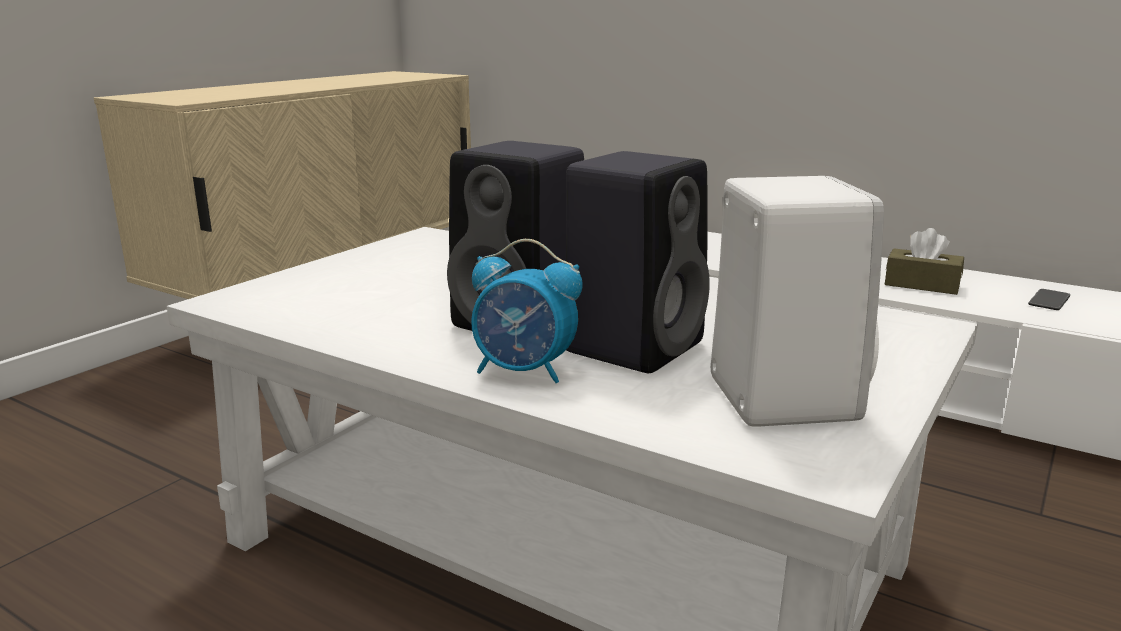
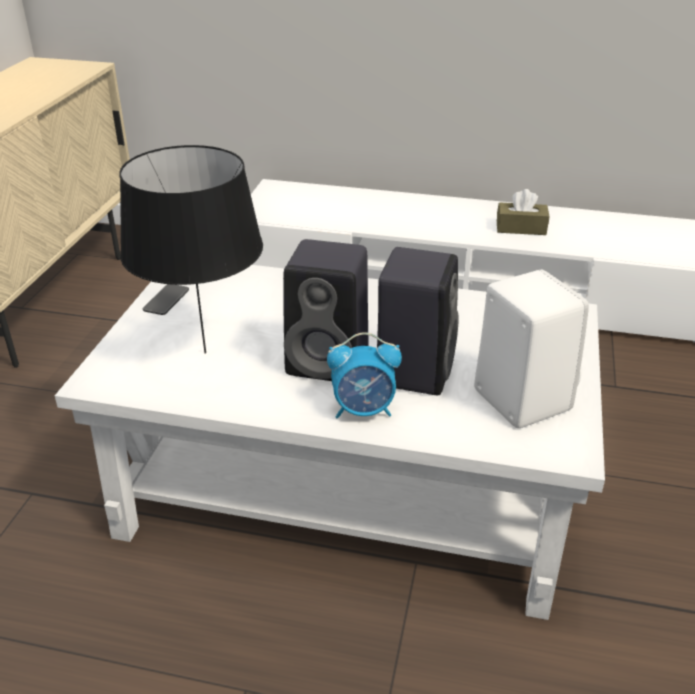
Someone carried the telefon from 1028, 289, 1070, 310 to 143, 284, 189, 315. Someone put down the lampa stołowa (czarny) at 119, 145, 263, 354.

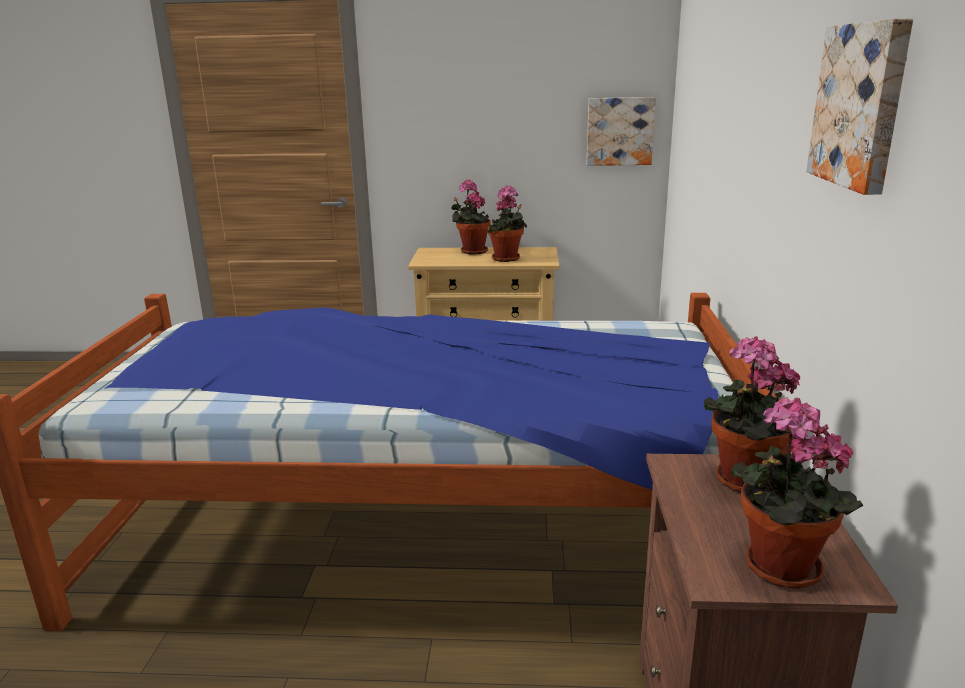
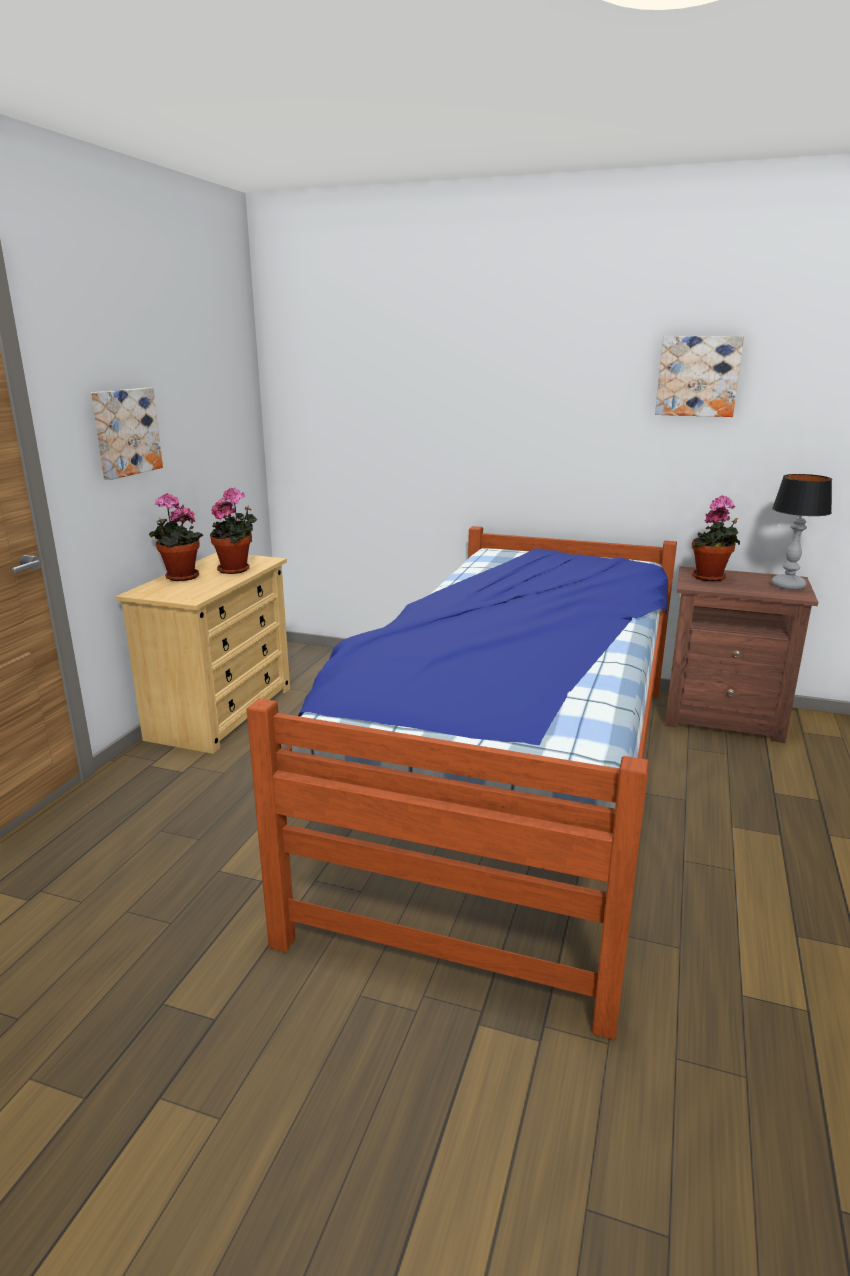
Someone carried the obraz from 587, 97, 656, 166 to 91, 388, 163, 480. Someone swapped the roślina doniczkowa at 731, 397, 863, 589 for the lampa stołowa at 771, 474, 832, 590.

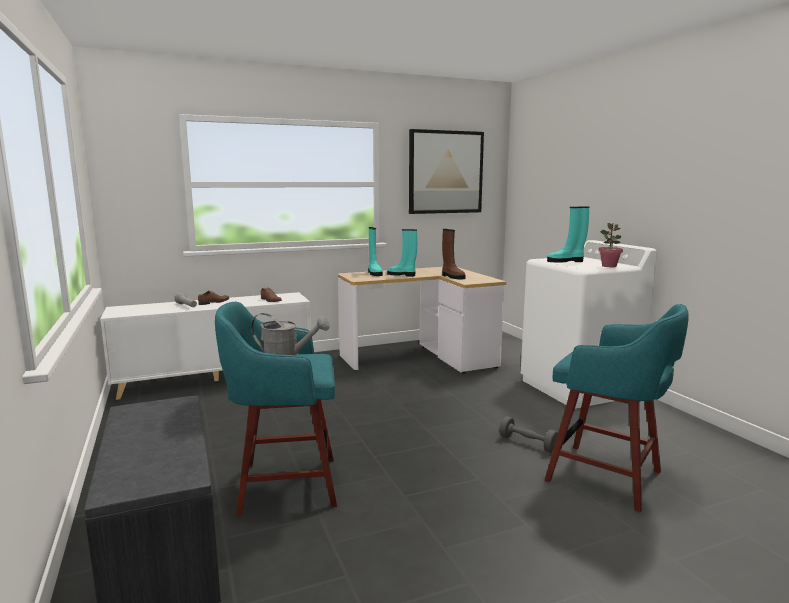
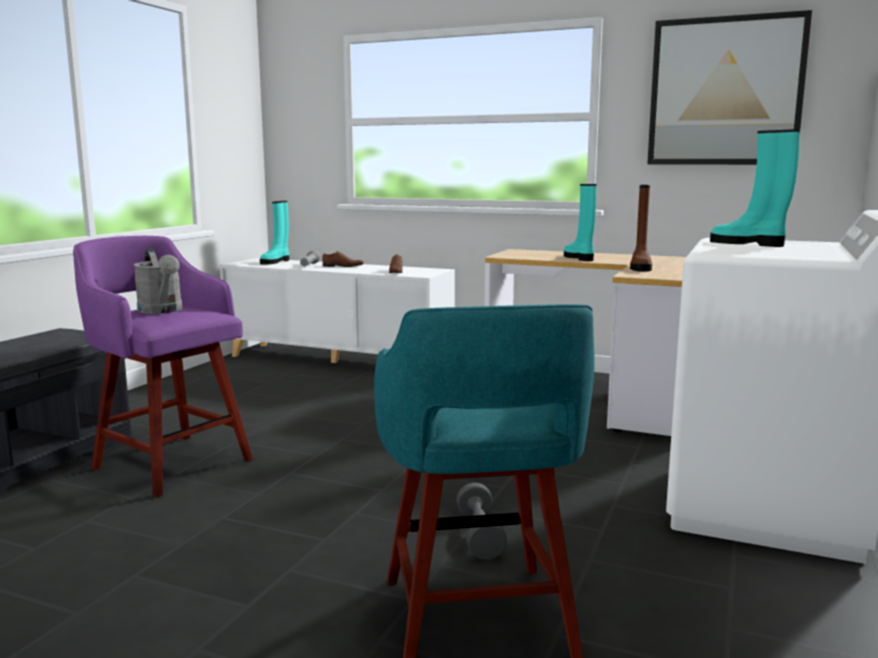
Someone took away the roślina doniczkowa at 599, 223, 623, 267. Someone carried the but z cholewką (turkusowy) from 368, 227, 383, 276 to 260, 201, 289, 265. Someone repainted the stołek (turkusowy) at 215, 302, 337, 515, which became the stołek (fioletowy) at 73, 236, 253, 498.

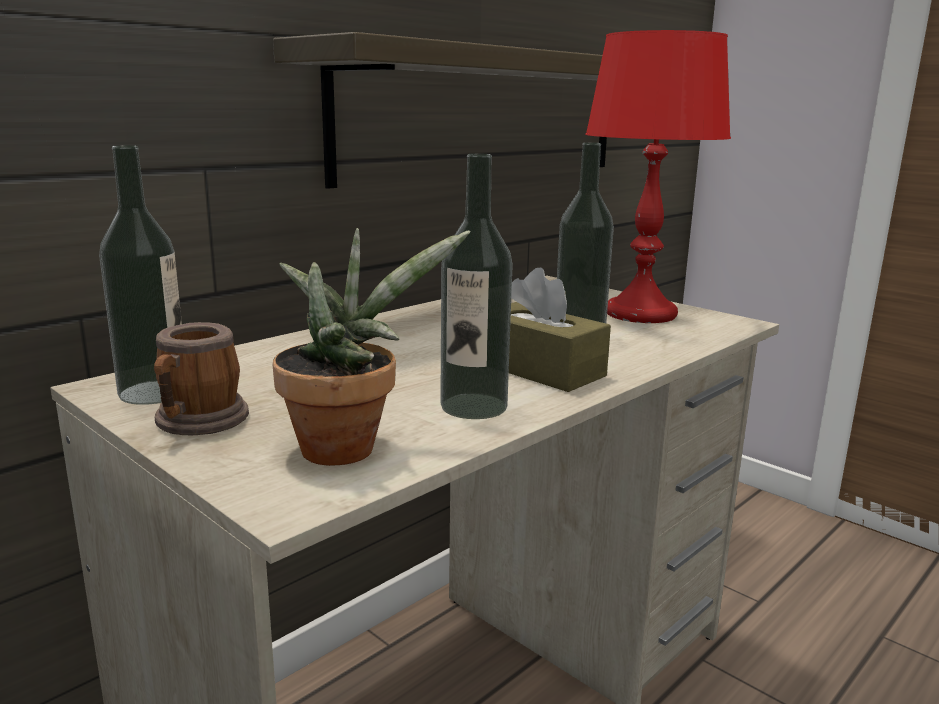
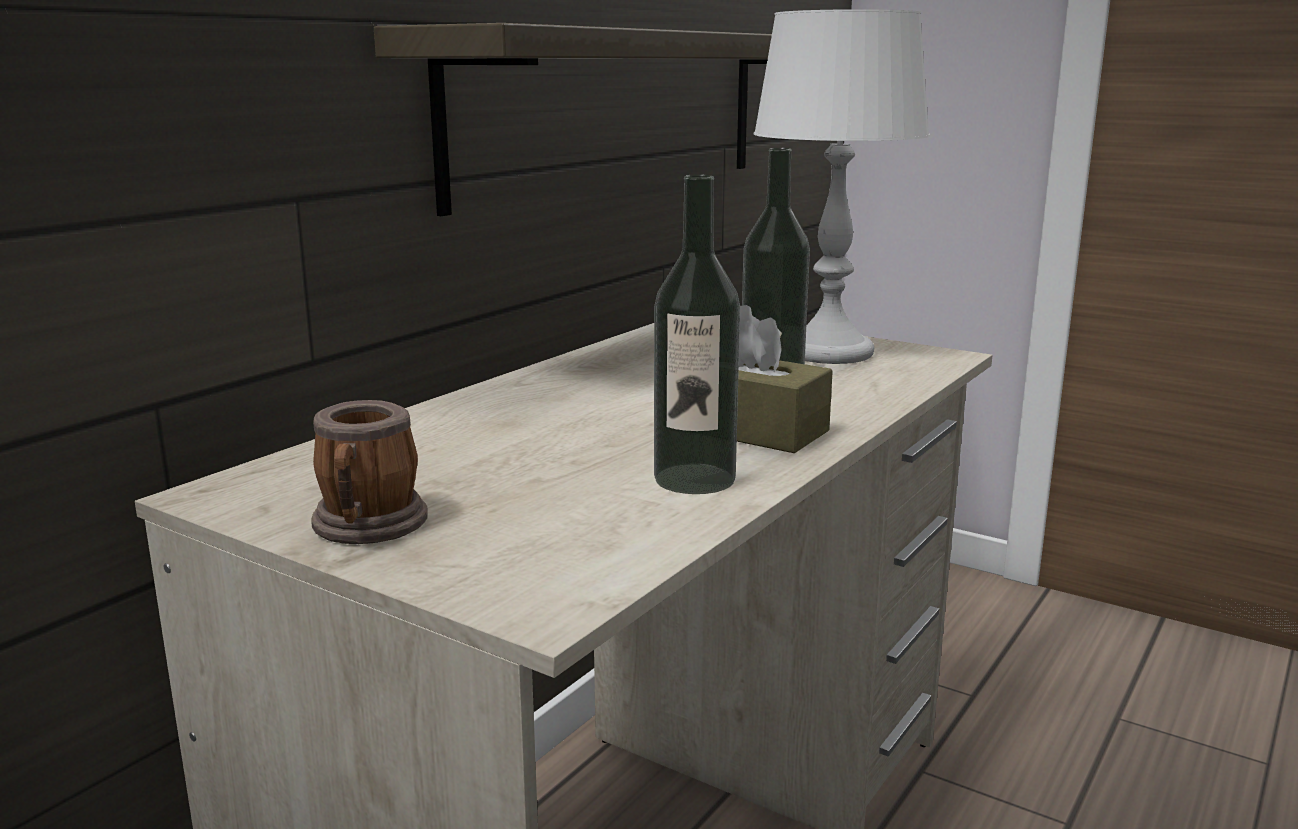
Someone repainted the lampa stołowa (czerwony) at 585, 30, 731, 323, which became the lampa stołowa (biały) at 754, 9, 930, 364. Someone took away the butelka at 99, 145, 182, 405. Someone took away the roślina doniczkowa at 272, 228, 470, 466.

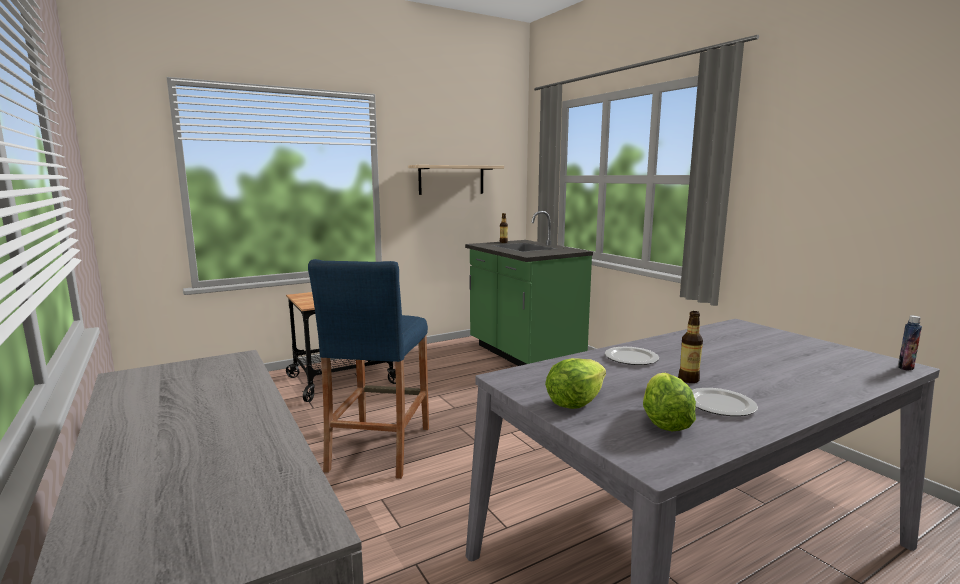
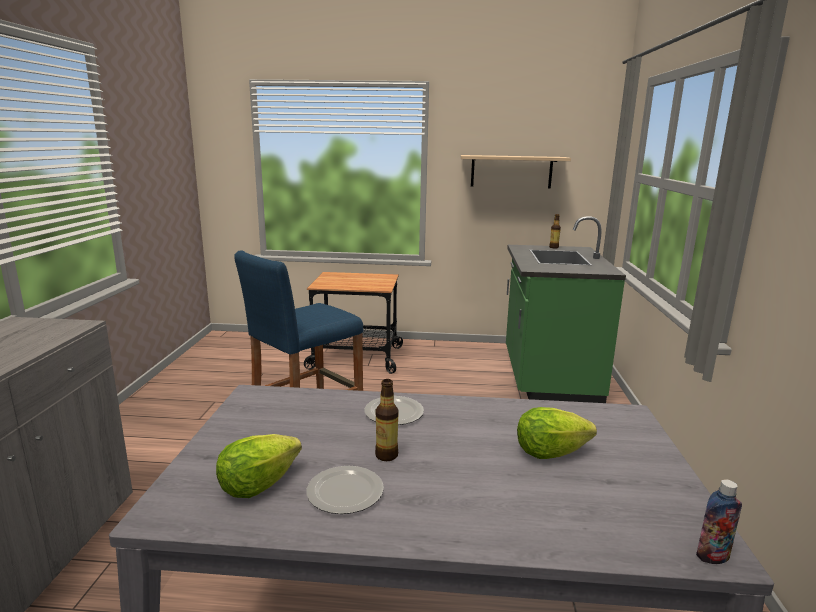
Someone carried the sałata from 545, 358, 606, 409 to 517, 407, 597, 459.

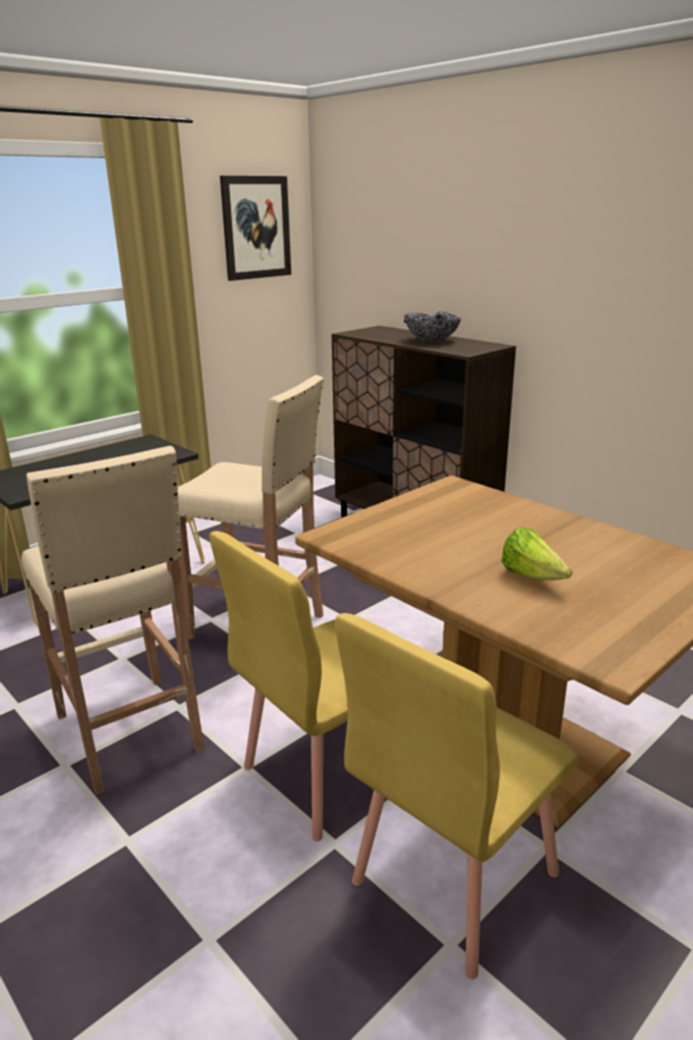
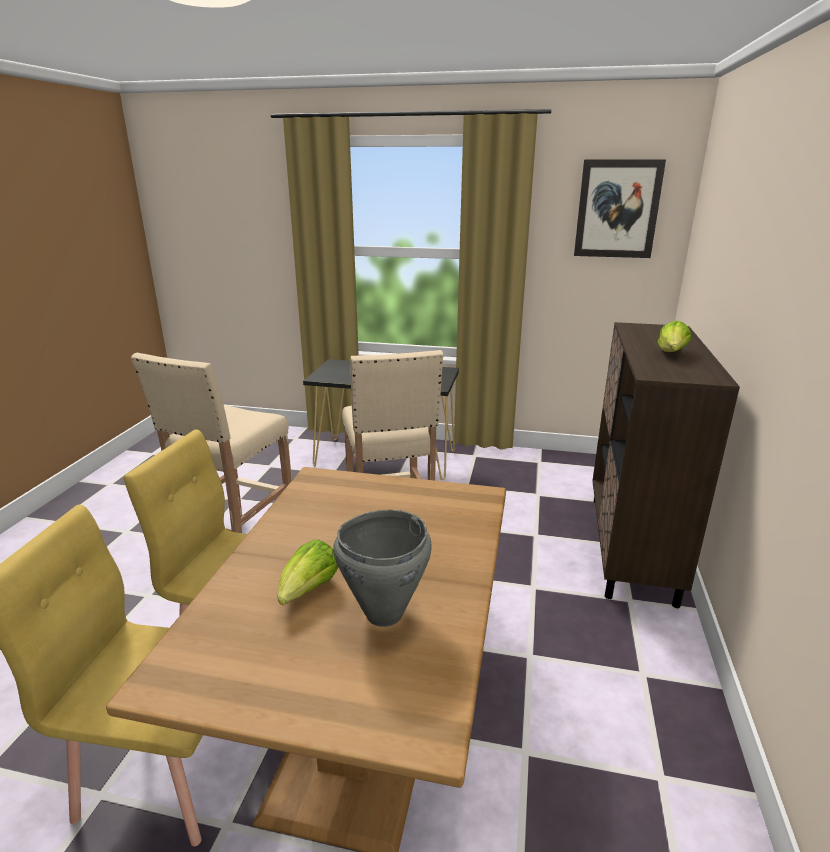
Someone swapped the miska at 404, 311, 461, 342 for the sałata at 657, 321, 691, 352. Someone put down the garnek (szary) at 333, 510, 432, 627.

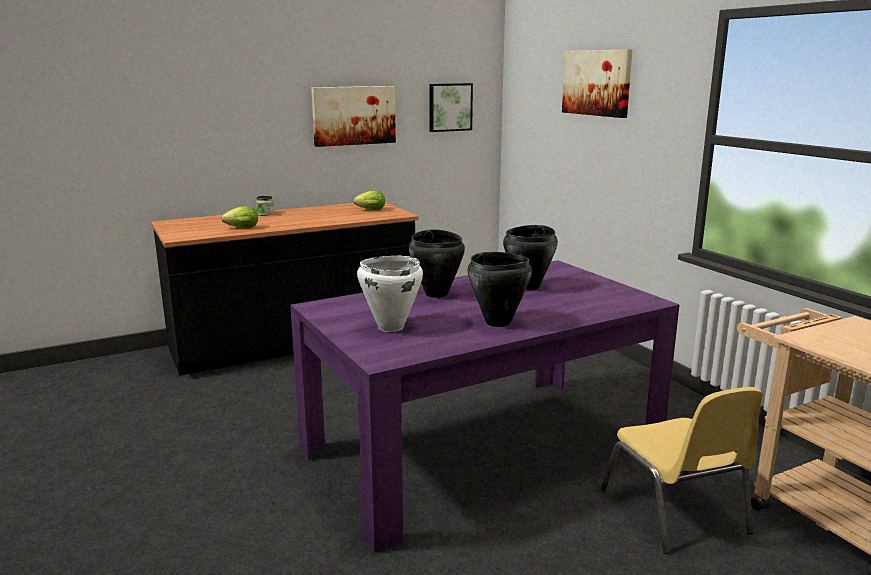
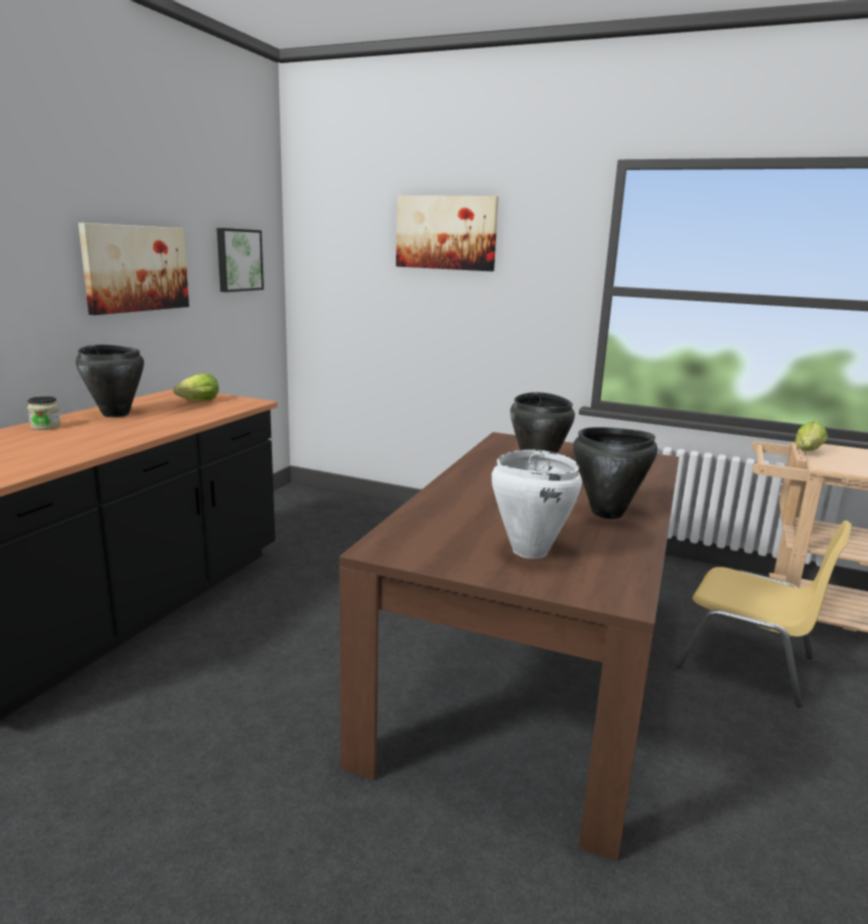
Someone carried the sałata from 221, 206, 258, 228 to 795, 421, 828, 451. Someone carried the garnek (czarny) from 409, 229, 465, 298 to 76, 345, 144, 417. Someone repainted the stół jadalny (fioletowy) at 290, 260, 679, 552, which became the stół jadalny (brązowy) at 339, 432, 679, 861.

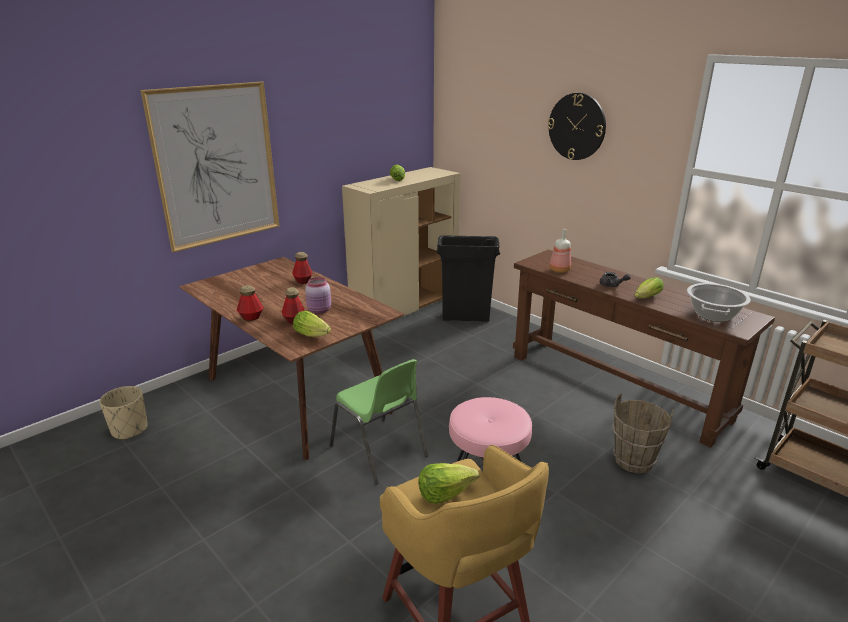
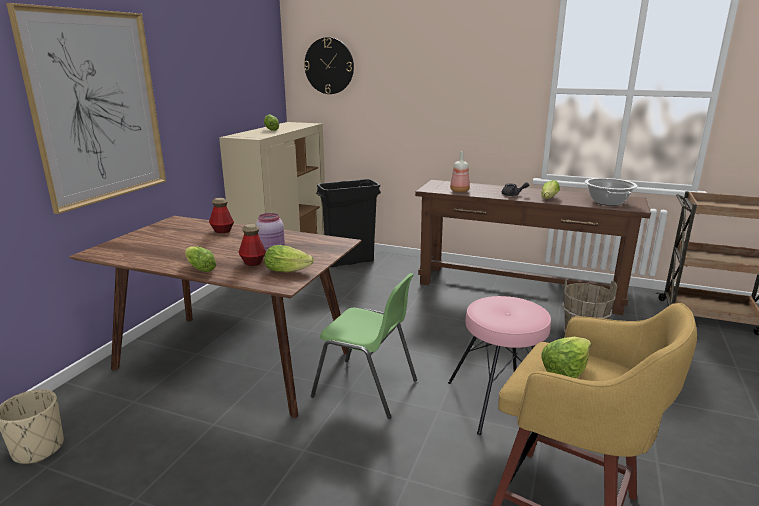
Someone carried the zegar ścienny from 548, 93, 606, 160 to 304, 37, 354, 94. Someone swapped the butelka at 237, 285, 264, 321 for the sałata at 185, 246, 216, 272.

